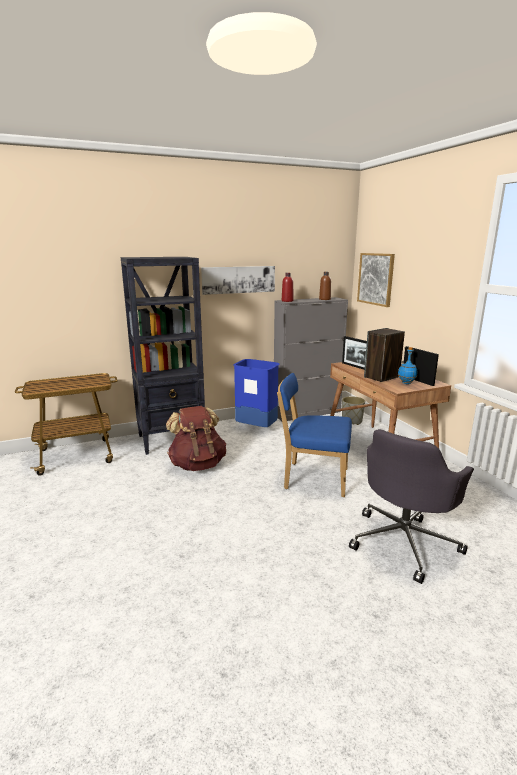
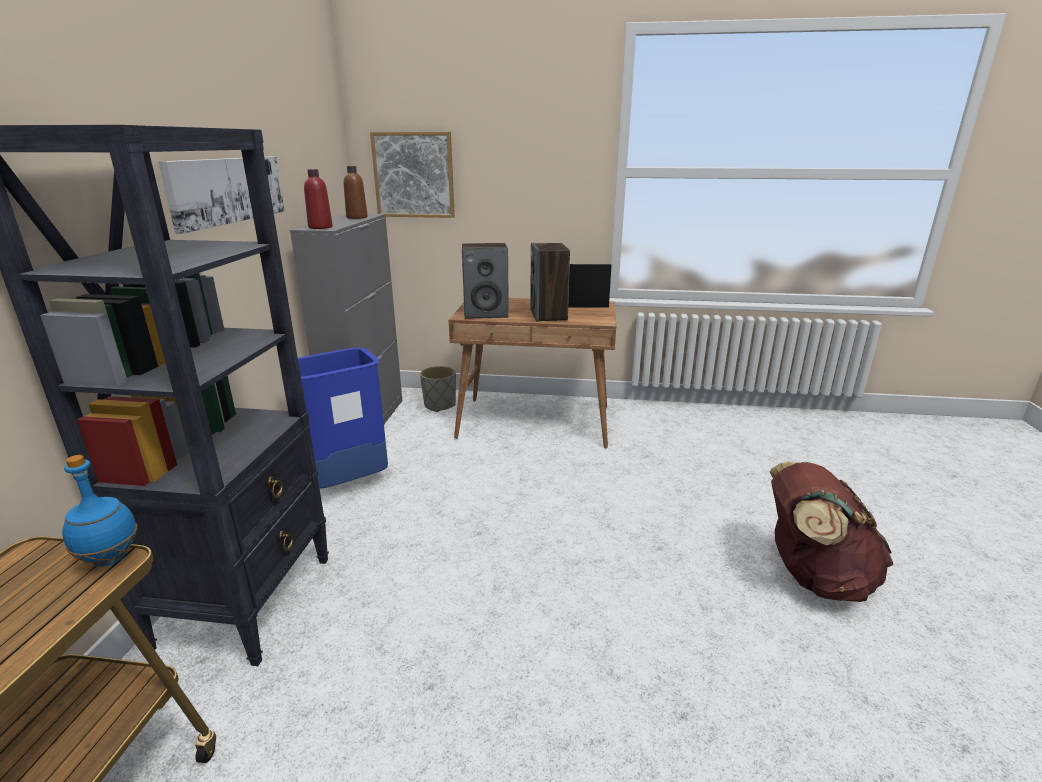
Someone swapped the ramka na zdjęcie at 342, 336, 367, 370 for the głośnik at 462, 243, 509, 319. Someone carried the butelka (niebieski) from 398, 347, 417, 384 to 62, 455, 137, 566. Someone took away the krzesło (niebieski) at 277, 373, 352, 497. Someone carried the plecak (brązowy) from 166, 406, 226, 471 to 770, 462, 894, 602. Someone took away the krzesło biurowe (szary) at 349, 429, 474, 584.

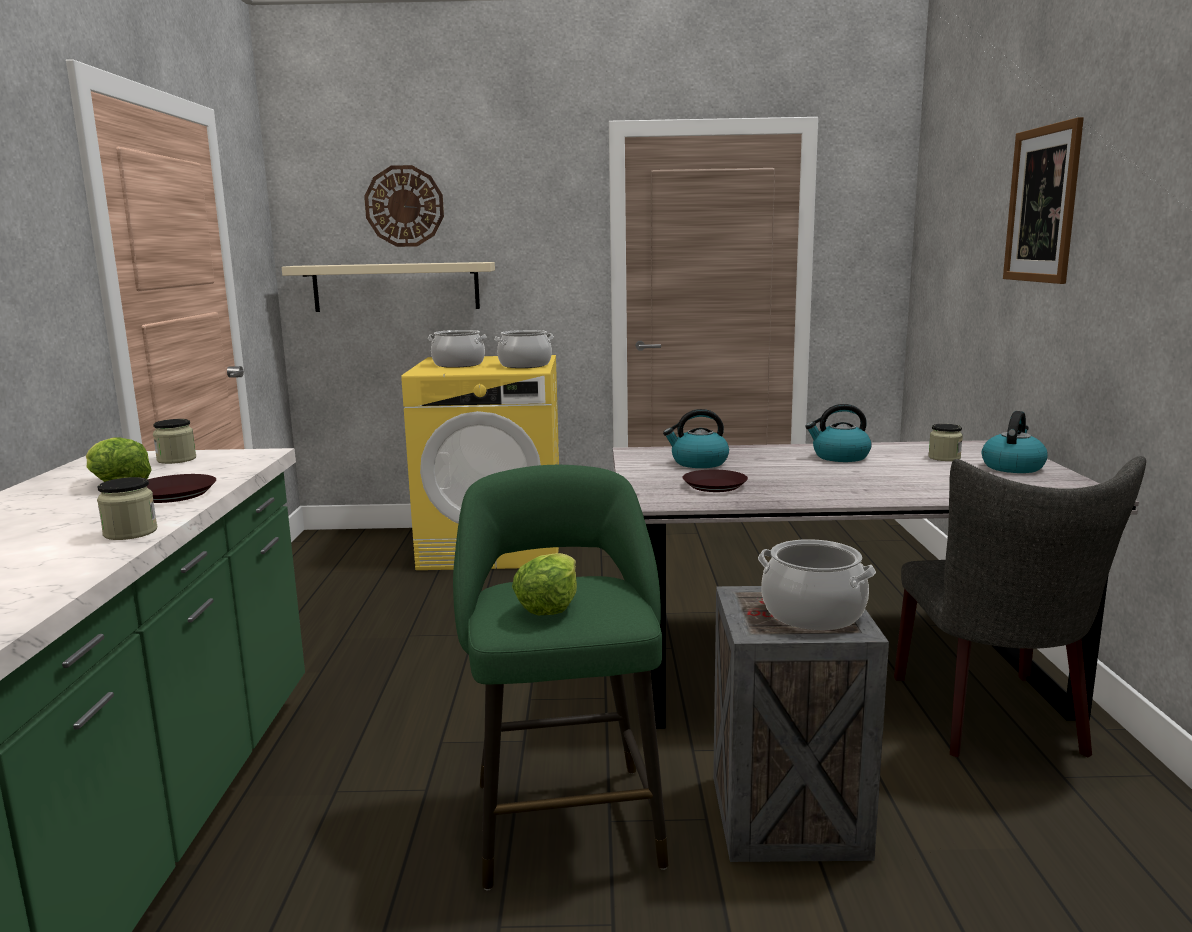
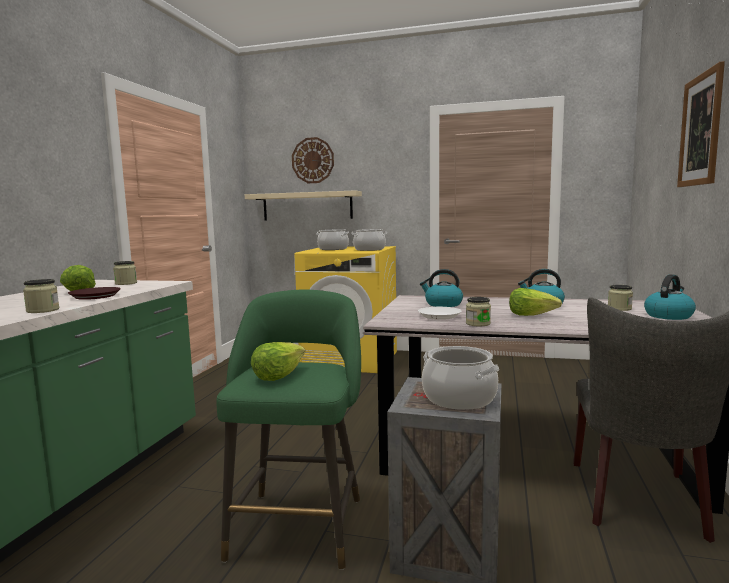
Someone repainted the talerz (brązowy) at 682, 470, 748, 492, which became the talerz (biały) at 418, 307, 461, 320. Someone put down the sałata at 509, 288, 562, 316. Someone put down the słoik at 466, 297, 491, 326.

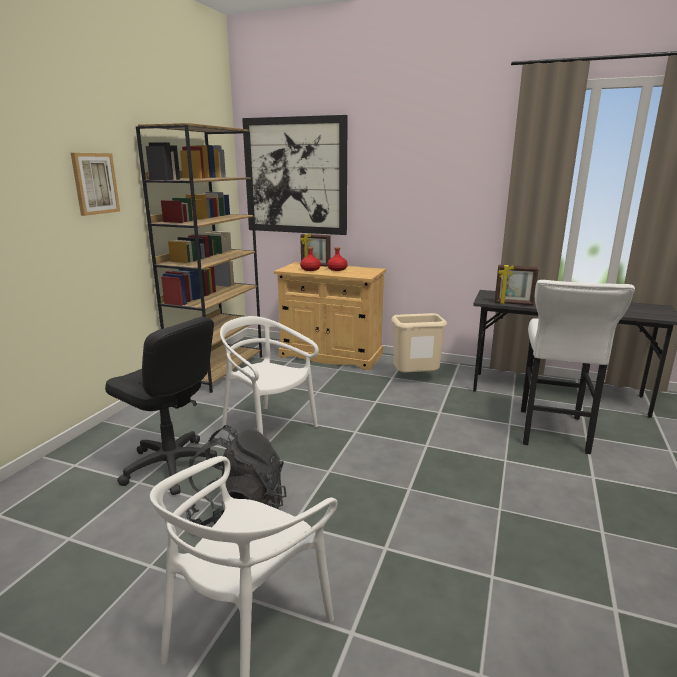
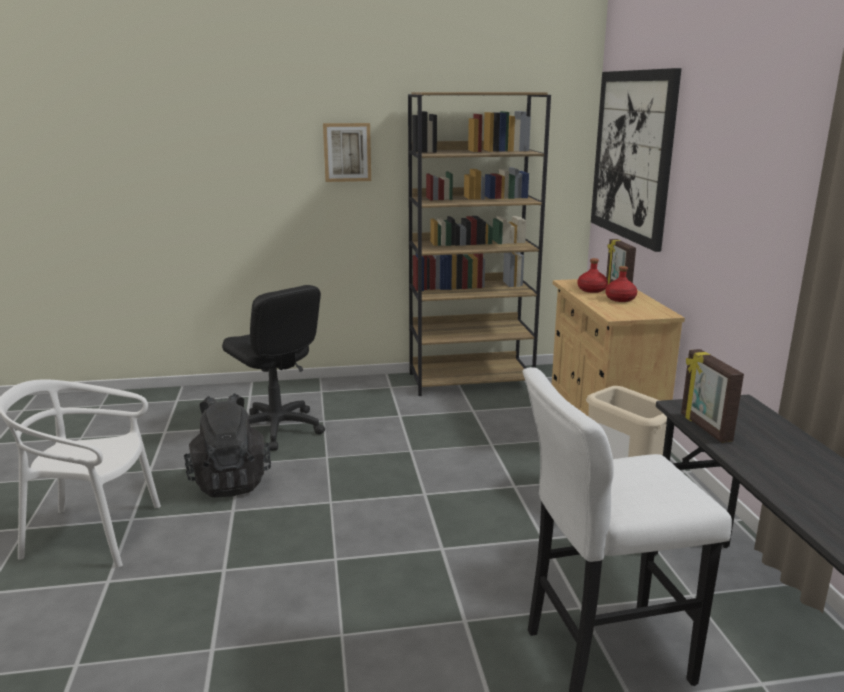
Someone took away the krzesło (biały) at 220, 316, 319, 435. Someone rotated the krzesło biurowe (czarny) at 105, 317, 222, 495 by 45 degrees counterclockwise.

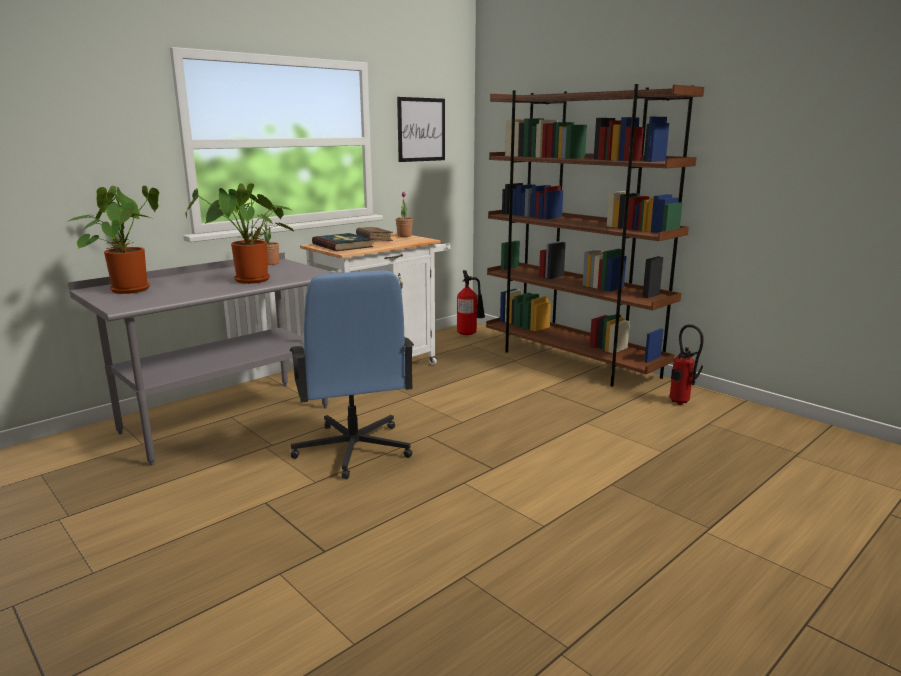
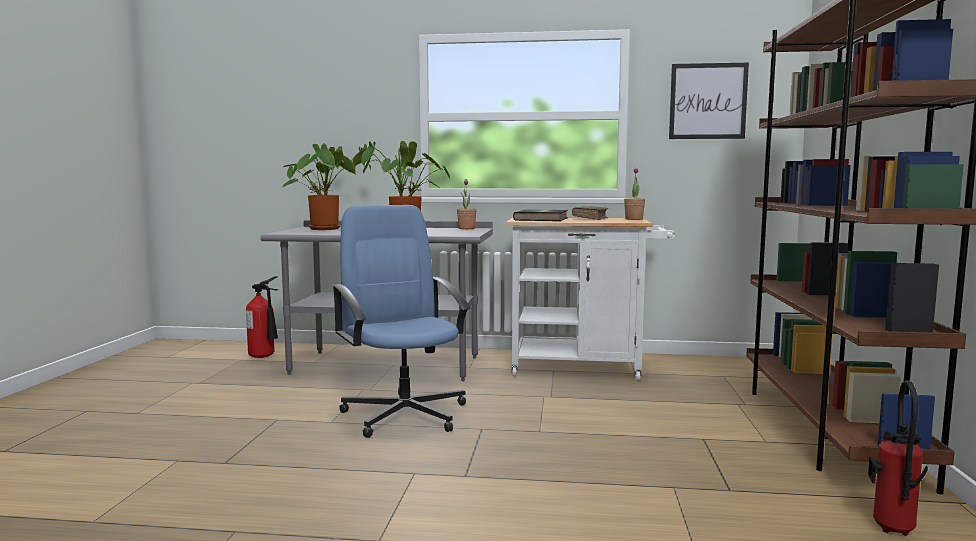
Someone rotated the krzesło biurowe (niebieski) at 290, 270, 414, 479 by 120 degrees clockwise. Someone carried the gaśnica from 457, 270, 485, 335 to 246, 276, 278, 358.

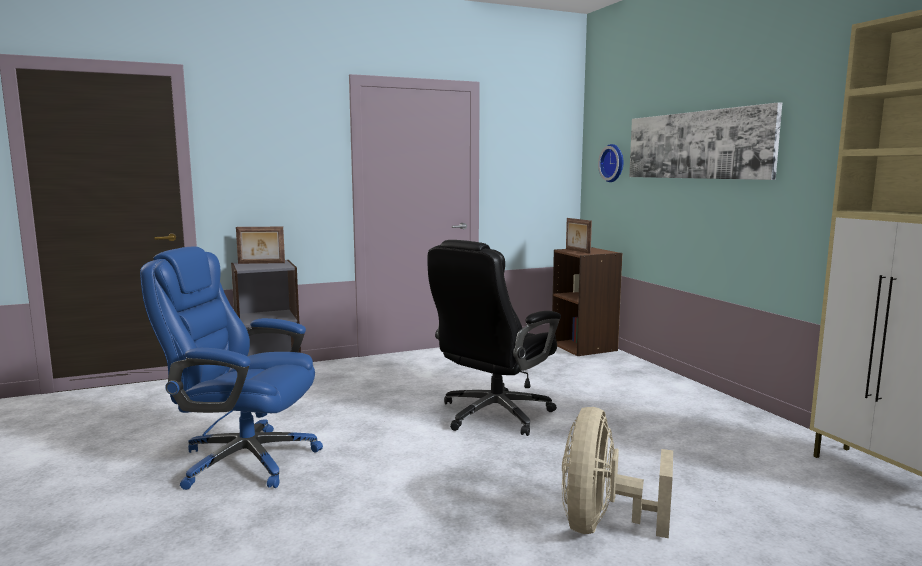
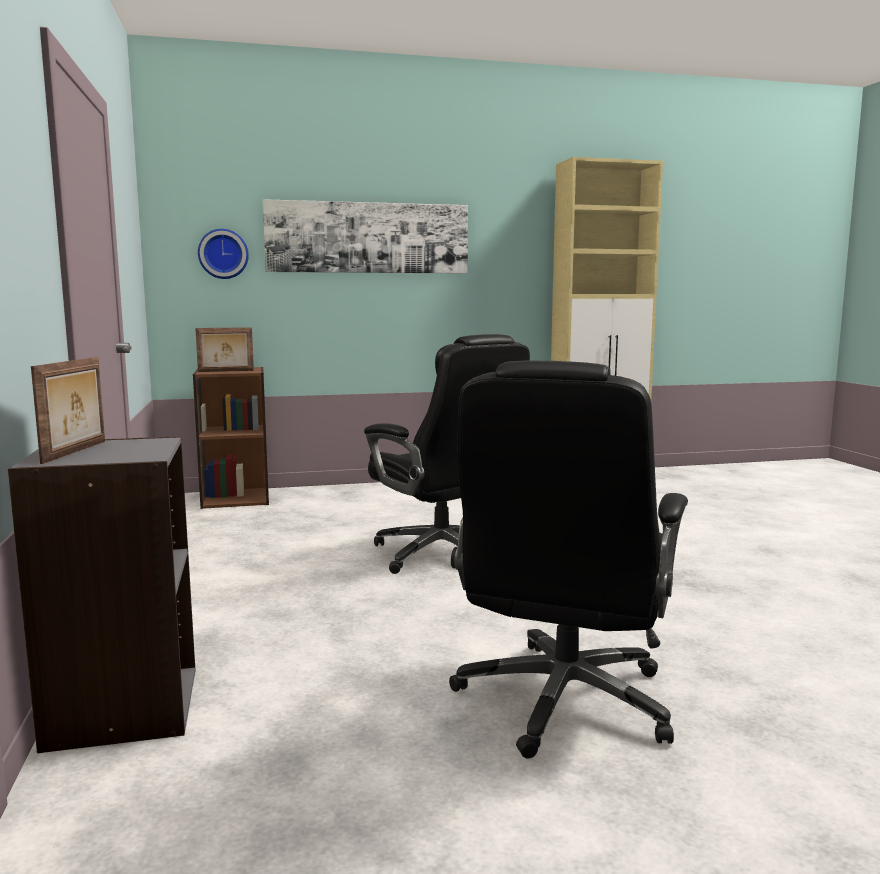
Someone repainted the krzesło biurowe (niebieski) at 140, 246, 323, 490, which became the krzesło biurowe (czarny) at 449, 361, 688, 759. Someone took away the wentylator (beżowy) at 562, 407, 673, 538.

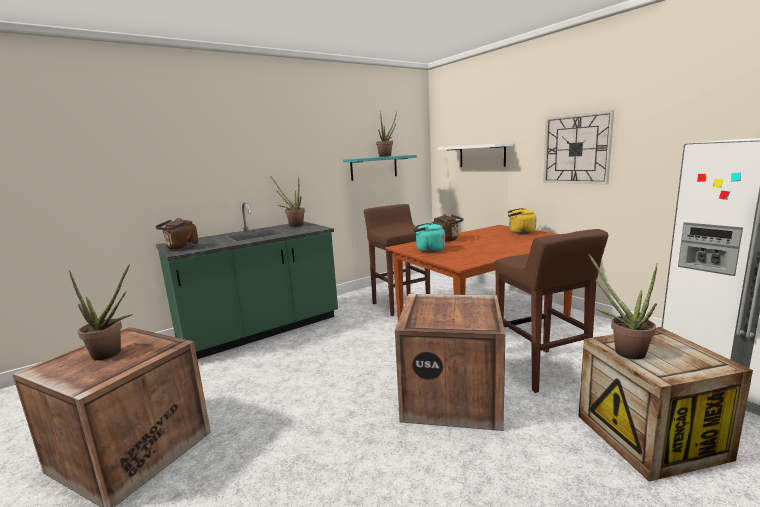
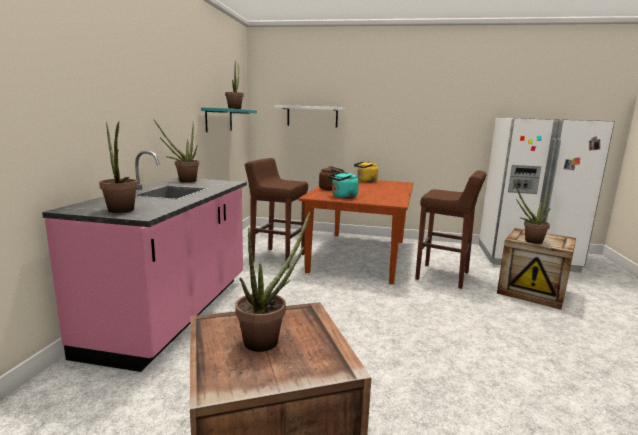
Someone took away the zegar ścienny at 543, 110, 614, 185. Someone repainted the zabudowa kuchenna (zielony) at 156, 202, 338, 359, which became the zabudowa kuchenna (różowy) at 42, 151, 247, 372. Someone swapped the czajnik (brązowy) at 155, 218, 198, 250 for the roślina doniczkowa at 99, 121, 138, 213. Someone took away the skrzynka at 395, 294, 505, 431.

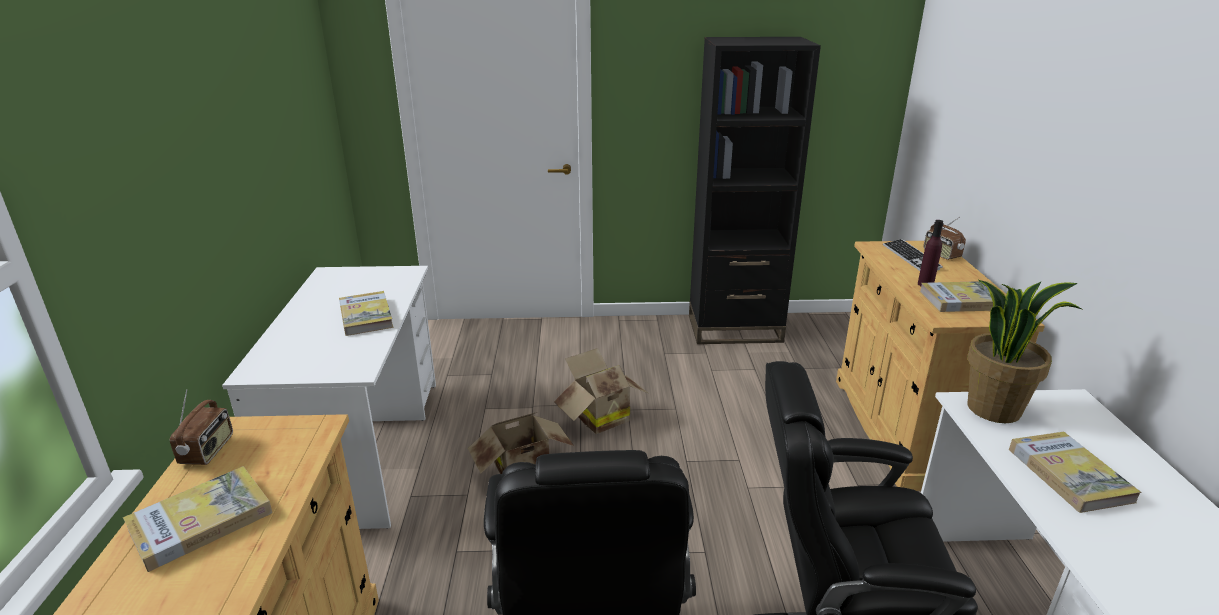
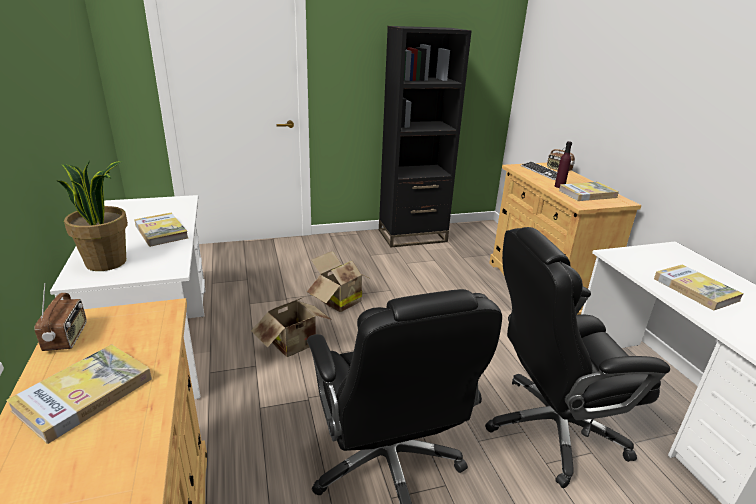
Someone carried the roślina doniczkowa from 967, 280, 1082, 423 to 57, 160, 128, 271.

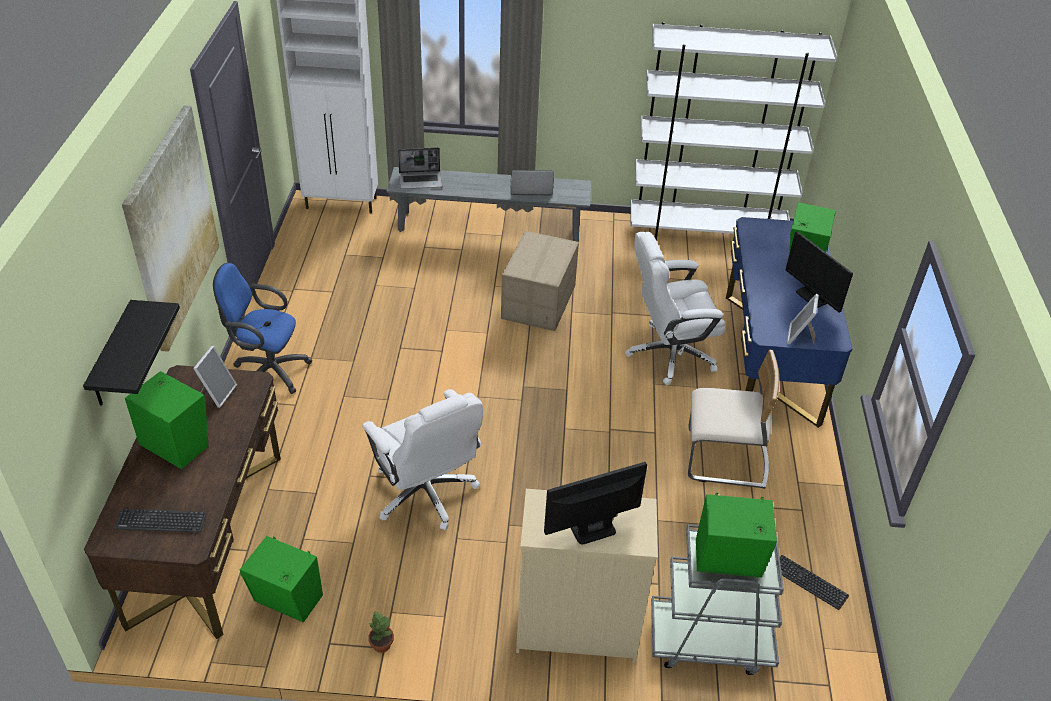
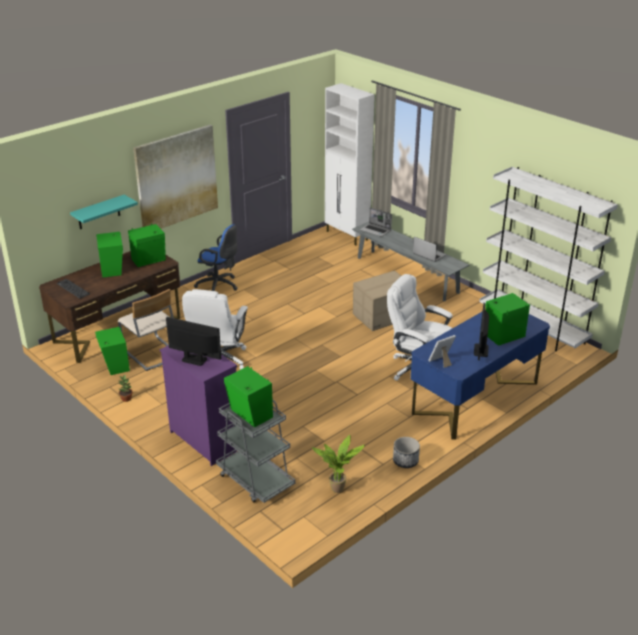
Someone rotated the krzesło biurowe (niebieski) at 213, 263, 312, 394 by 150 degrees clockwise. Someone repainted the półka (czarny) at 83, 300, 180, 406, which became the półka (turkusowy) at 70, 195, 138, 229. Someone swapped the ramka na zdjęcie at 193, 346, 237, 408 for the głośnik (zielony) at 128, 224, 166, 267. Someone carried the krzesło (beżowy) from 688, 350, 779, 489 to 118, 289, 174, 371. Someone repainted the komoda (beżowy) at 516, 489, 658, 663, which became the komoda (fioletowy) at 160, 345, 237, 466. Someone swapped the klawiatura at 780, 555, 849, 610 for the roślina doniczkowa at 312, 435, 365, 493. Someone put down the donica at 393, 437, 420, 468.

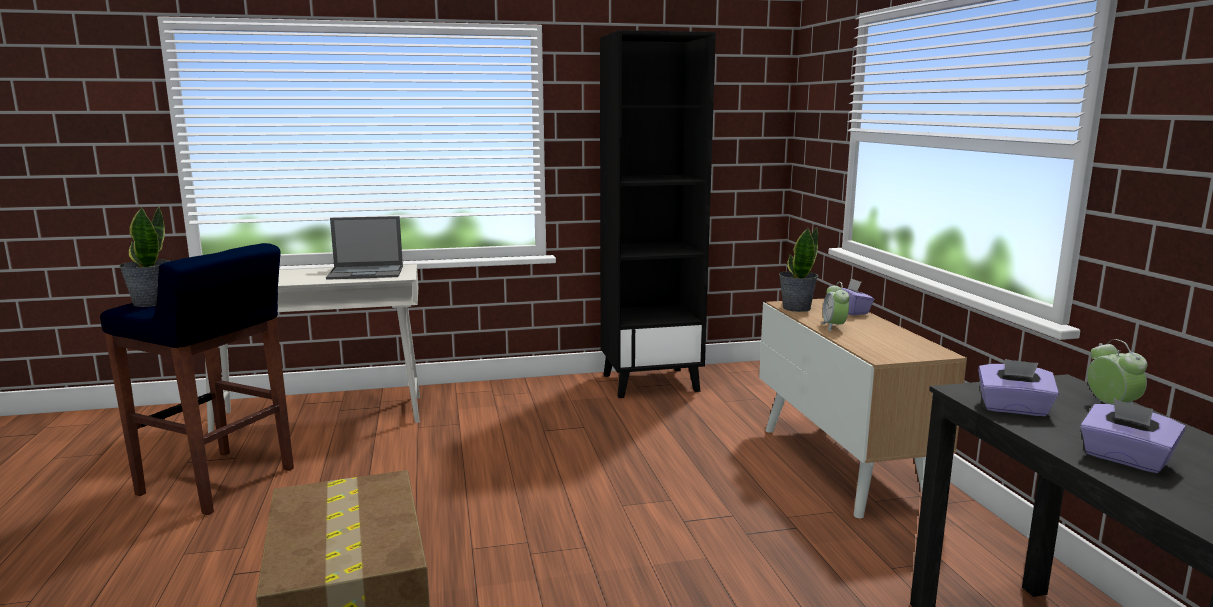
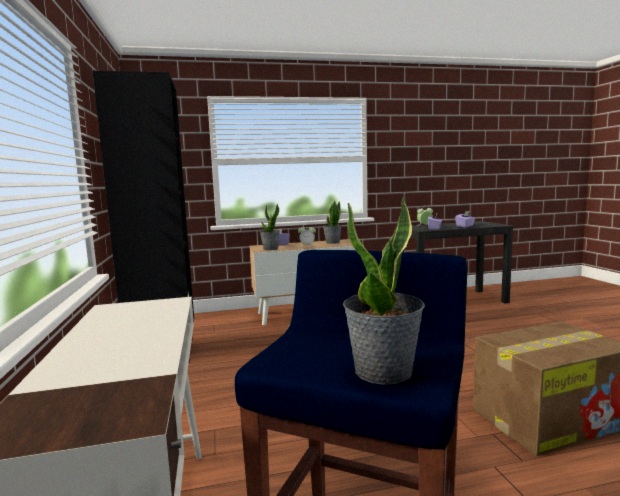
Someone took away the laptop at 326, 216, 403, 280. Someone put down the roślina doniczkowa at 323, 201, 342, 244.

